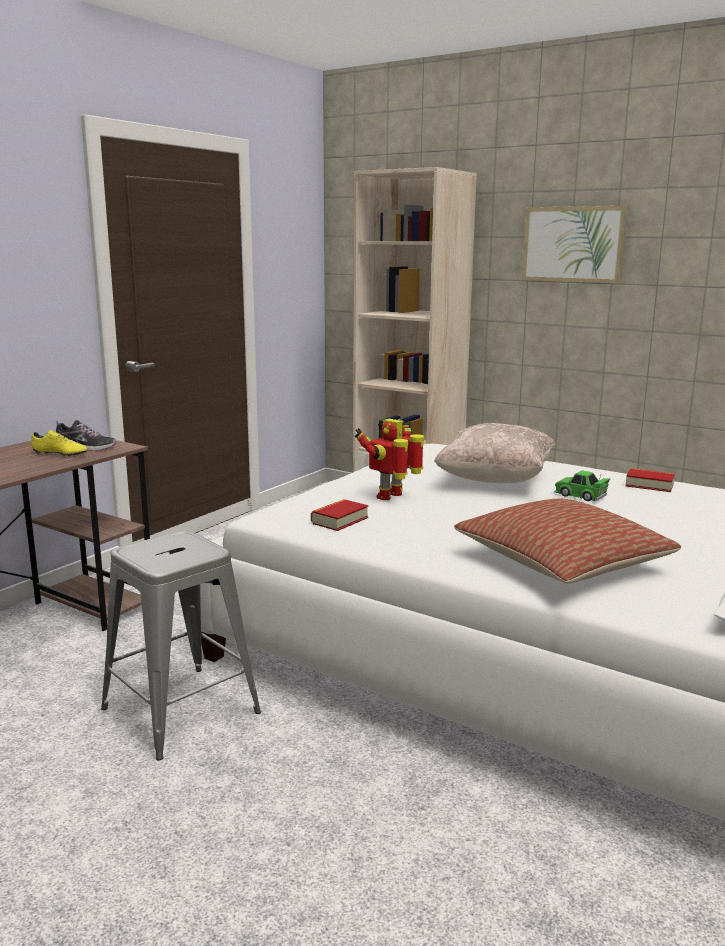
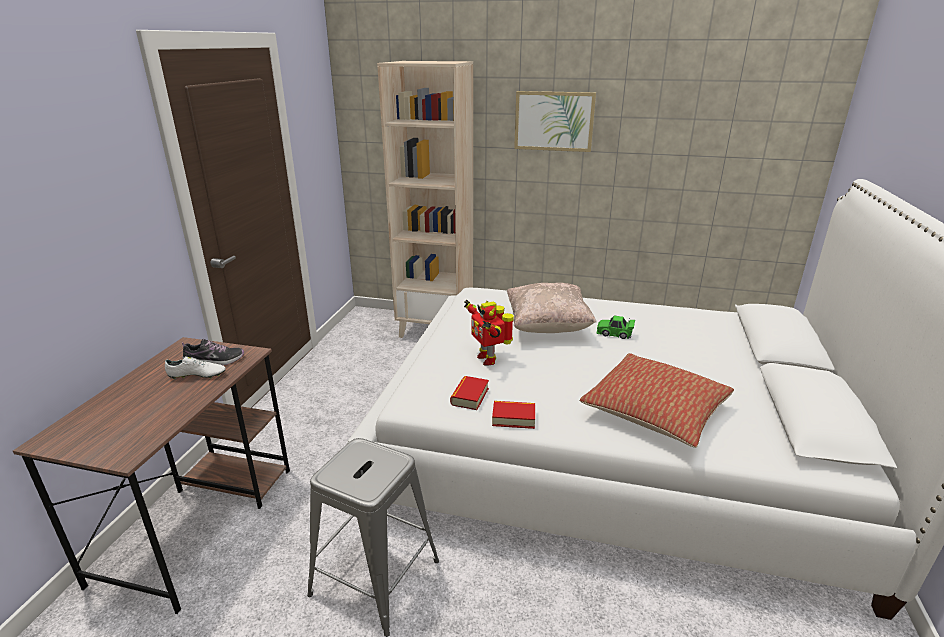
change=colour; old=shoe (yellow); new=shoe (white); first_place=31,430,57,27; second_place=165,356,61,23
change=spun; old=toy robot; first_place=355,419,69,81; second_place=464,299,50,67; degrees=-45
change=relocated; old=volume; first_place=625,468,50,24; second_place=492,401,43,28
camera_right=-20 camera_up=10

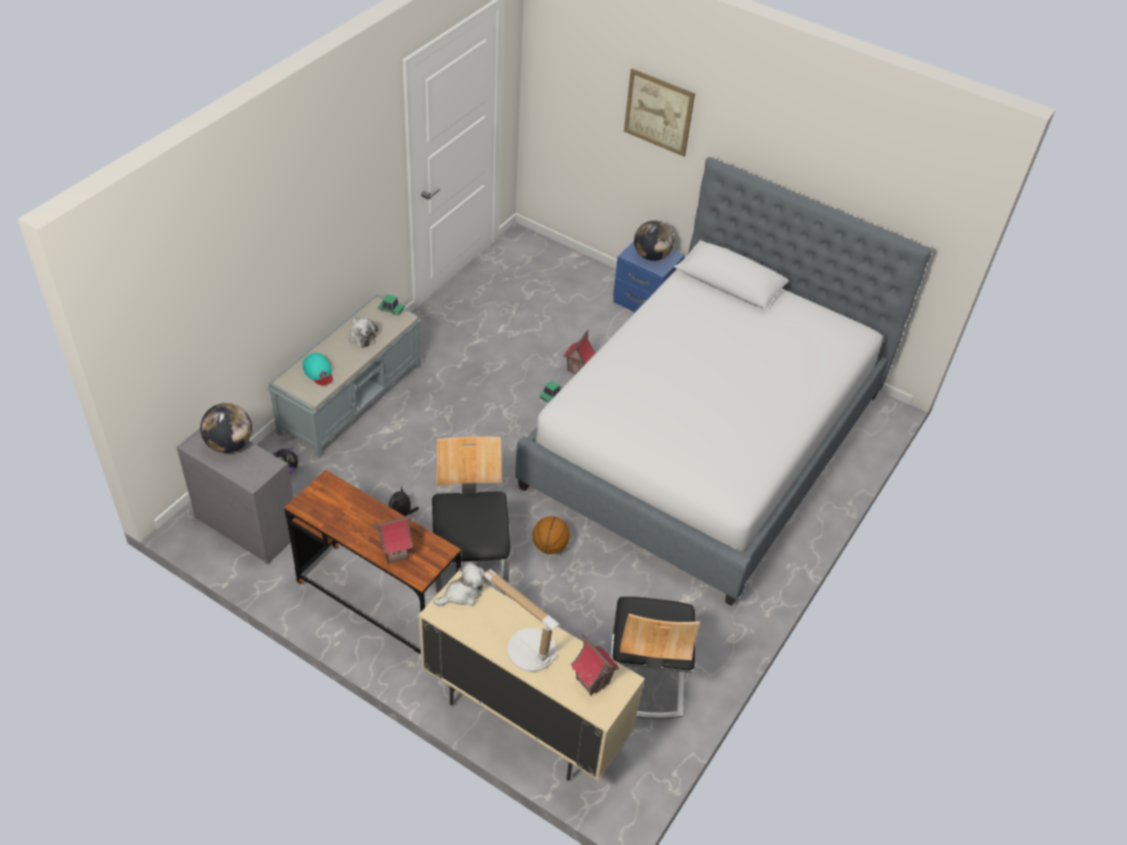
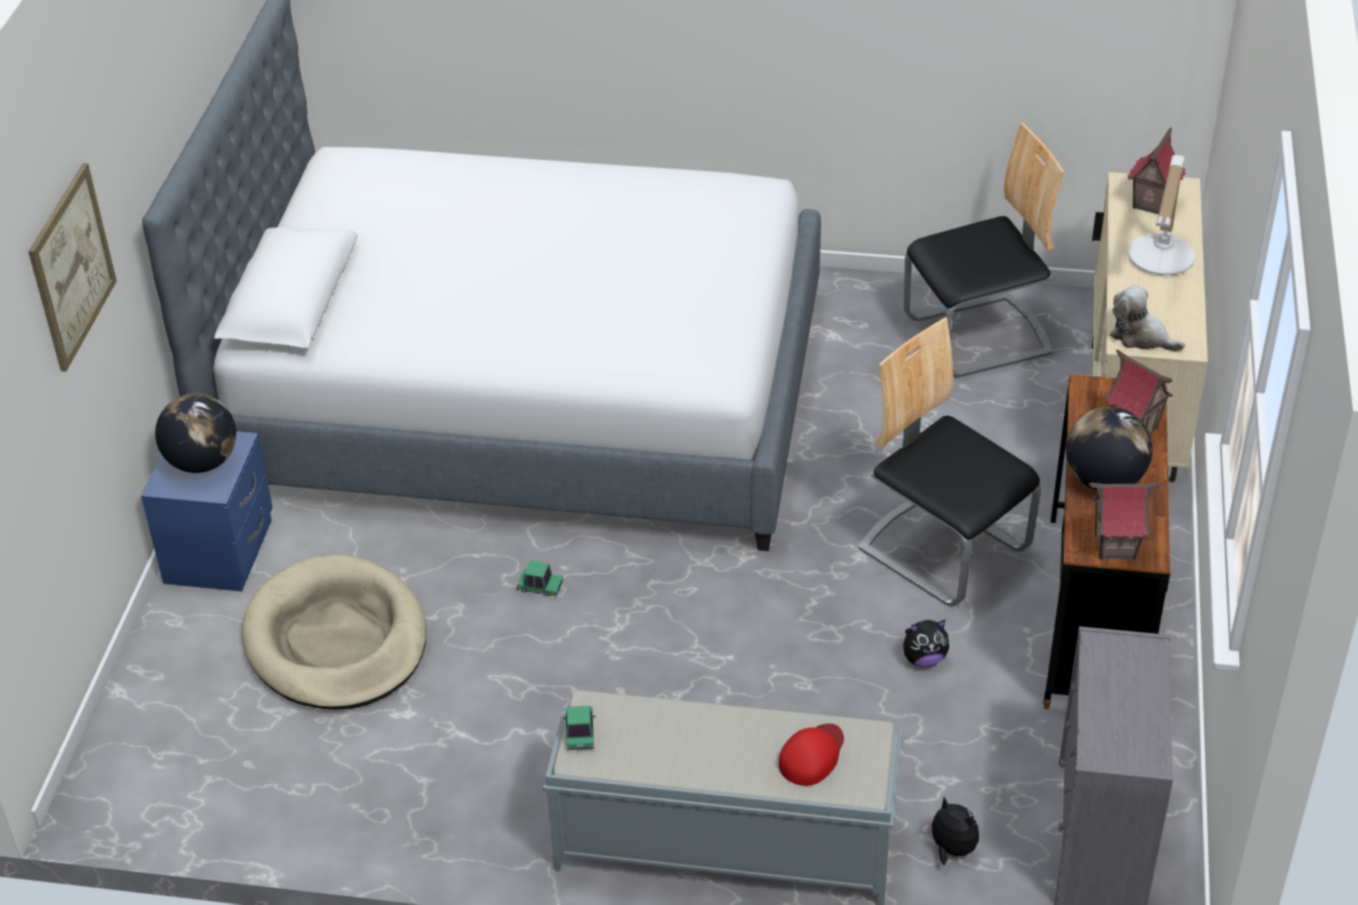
change=appeared; new=dog bed (beige); second_place=242,555,184,154
change=colour; old=cap (turquoise-coloured); new=cap (reddish); first_place=303,353,30,32; second_place=779,723,65,63
change=spun; old=upright chair; first_place=432,437,78,155; second_place=858,317,183,289; degrees=75
change=relocated; old=world globe; first_place=200,403,52,50; second_place=1066,407,87,83
change=relocated; old=toy house; first_place=564,330,32,44; second_place=1089,482,73,78
change=missing; old=cuddly toy; first_place=349,316,29,32
change=missing; old=basketball ball; first_place=533,516,37,38
camera_right=-110 camera_up=-5

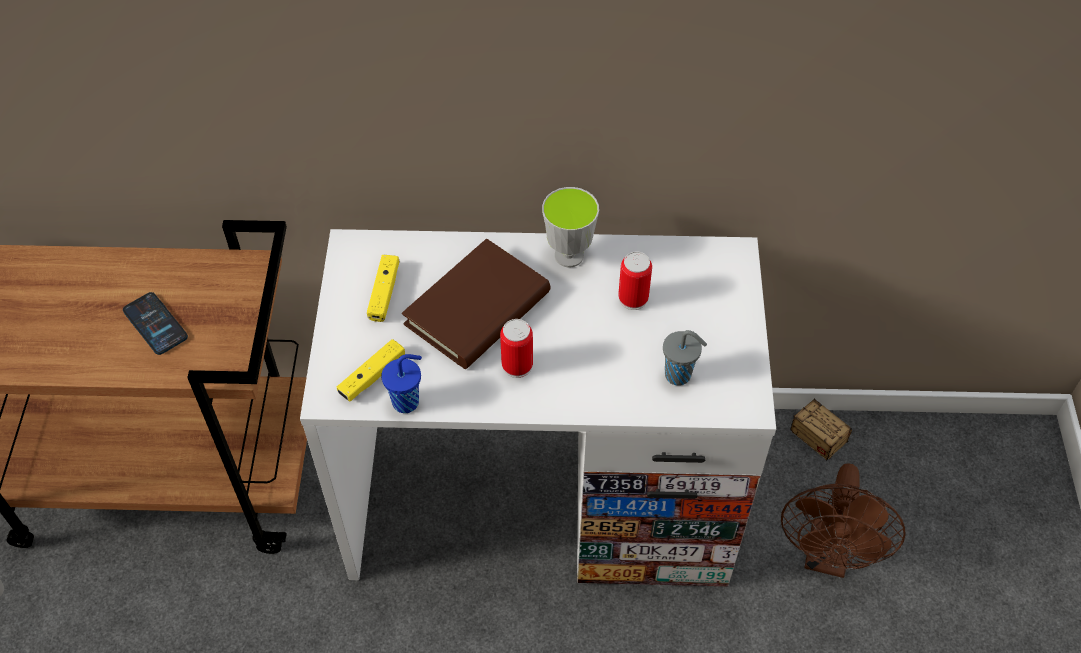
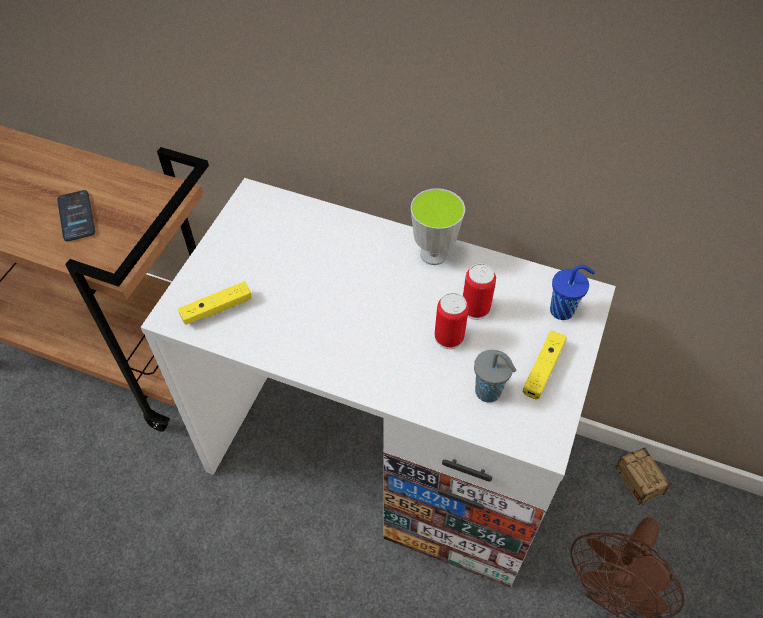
change=relocated; old=metal can; first_place=500,319,33,59; second_place=434,293,35,56
change=relocated; old=gamepad (yellow); first_place=367,255,33,67; second_place=523,331,44,68
change=relocated; old=small cup (blue-coloured); first_place=381,354,41,59; second_place=550,265,45,55
change=missing; old=volume (brown); first_place=402,239,148,130
camera_right=20 camera_up=0

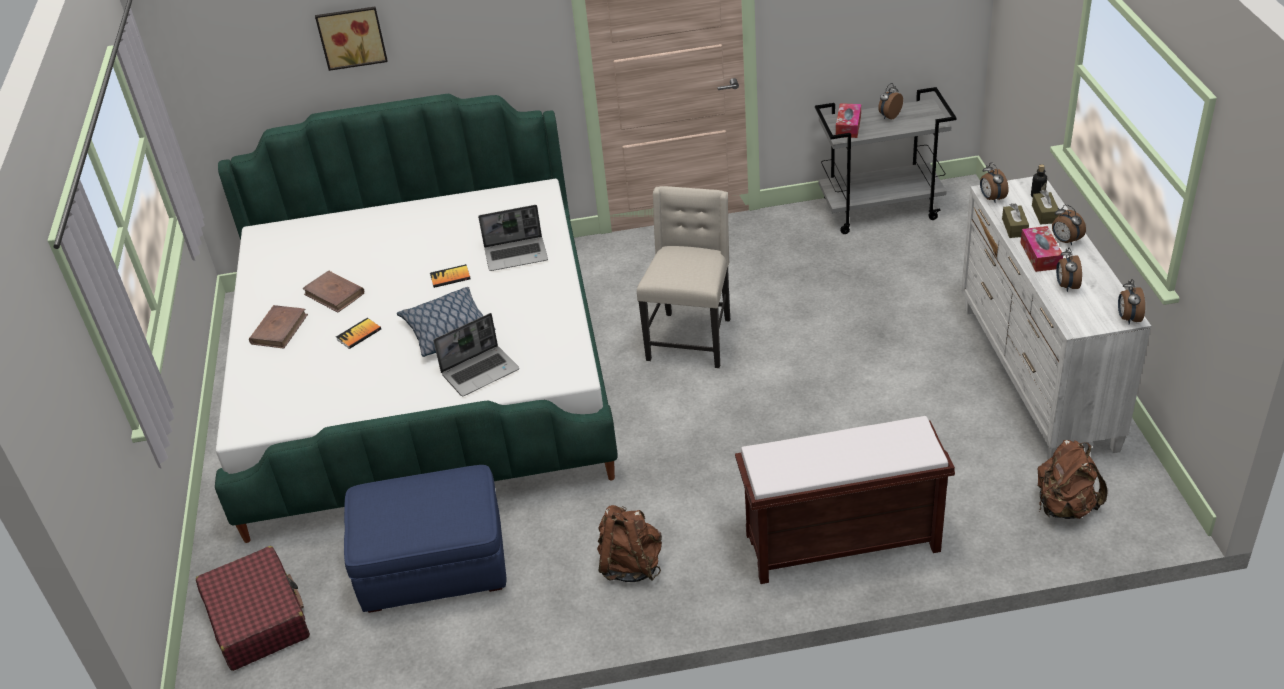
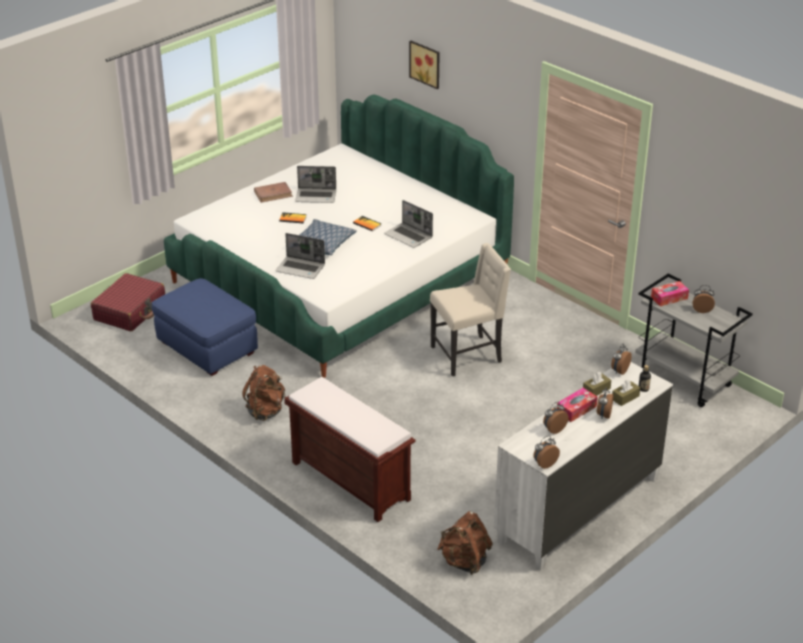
change=exchanged; old=volume (brown); new=portable computer; first_place=302,271,62,42; second_place=295,166,41,37
camera_right=50 camera_up=-5

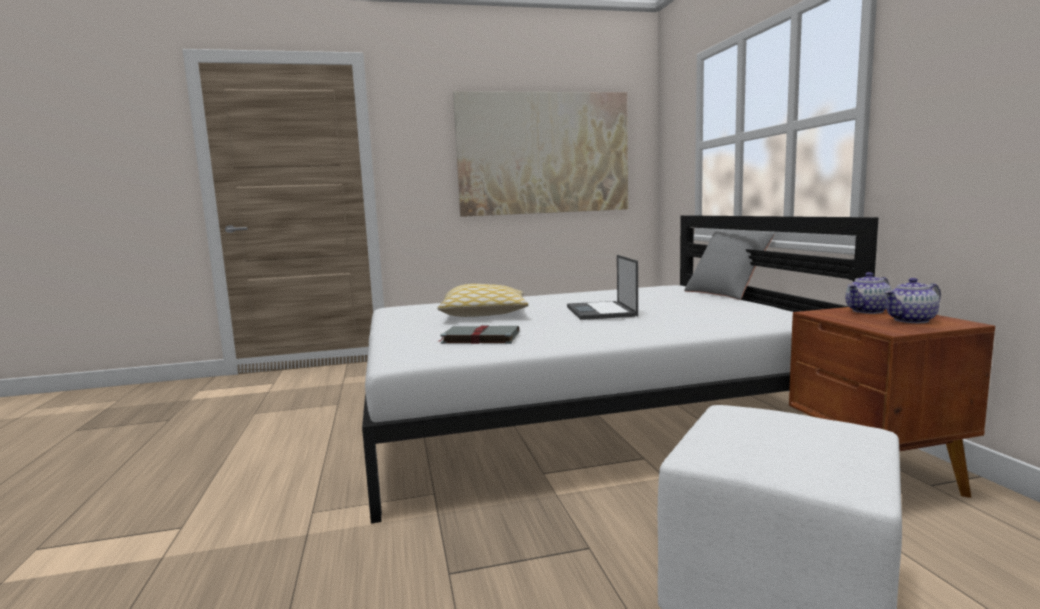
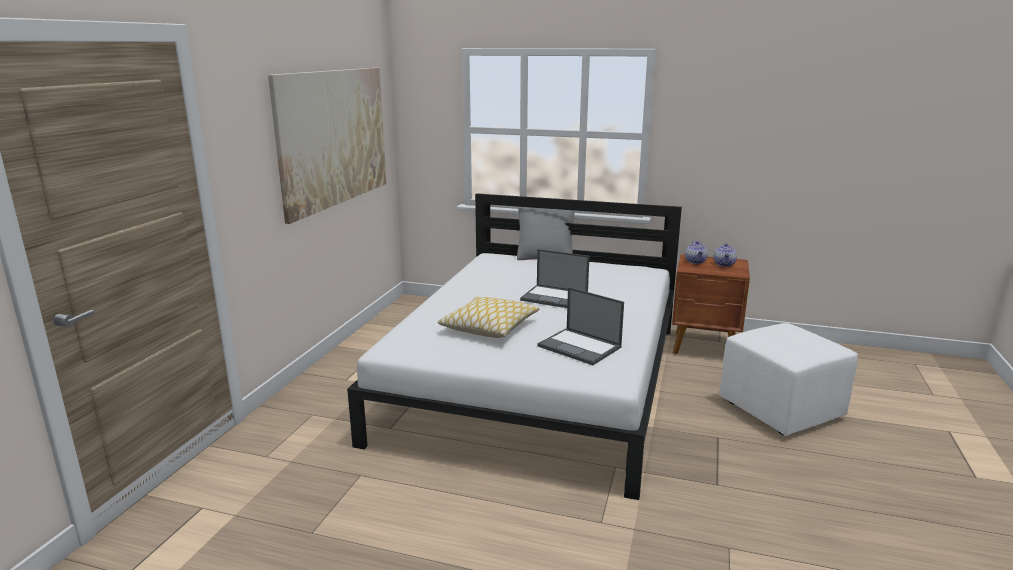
change=exchanged; old=volume (greyish); new=portable computer; first_place=437,326,82,18; second_place=537,287,87,78
camera_right=-60 camera_up=10

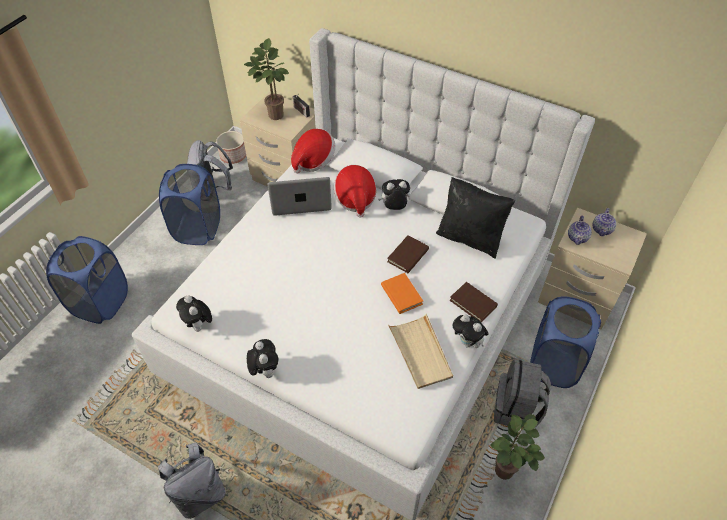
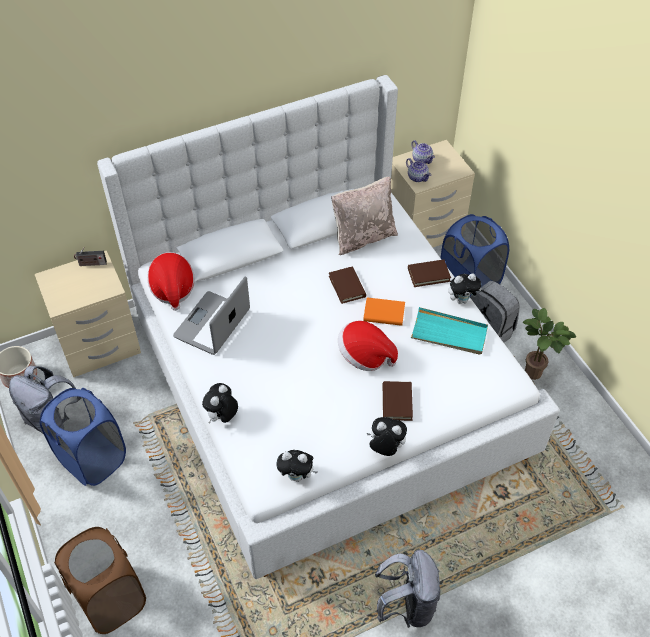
change=colour; old=washing basket (blue-coloured); new=washing basket (brown); first_place=46,236,82,88; second_place=54,527,92,107
change=relocated; old=cuddly toy; first_place=378,179,32,31; second_place=202,383,36,41
change=colour; old=cushion (black); new=cushion (beige); first_place=436,177,79,82; second_place=331,176,67,79
change=relocated; old=hat; first_place=334,165,42,53; second_place=338,321,60,50
change=appeared; new=volume (brown); second_place=383,381,30,40
change=colour; old=tray (beige); new=tray (turquoise-coloured); first_place=388,314,65,75; second_place=411,307,77,48
change=missing; old=plant in a pot; first_place=244,38,45,82
camera_right=-55 camera_up=0

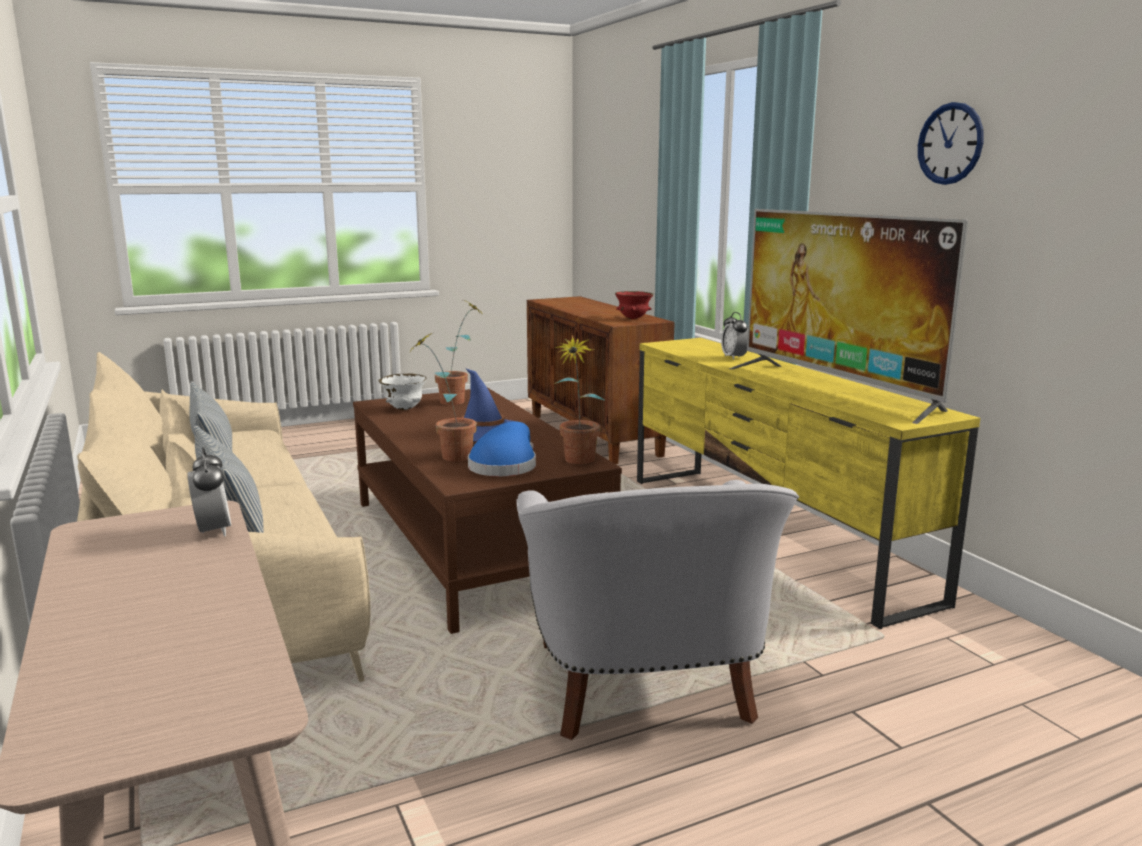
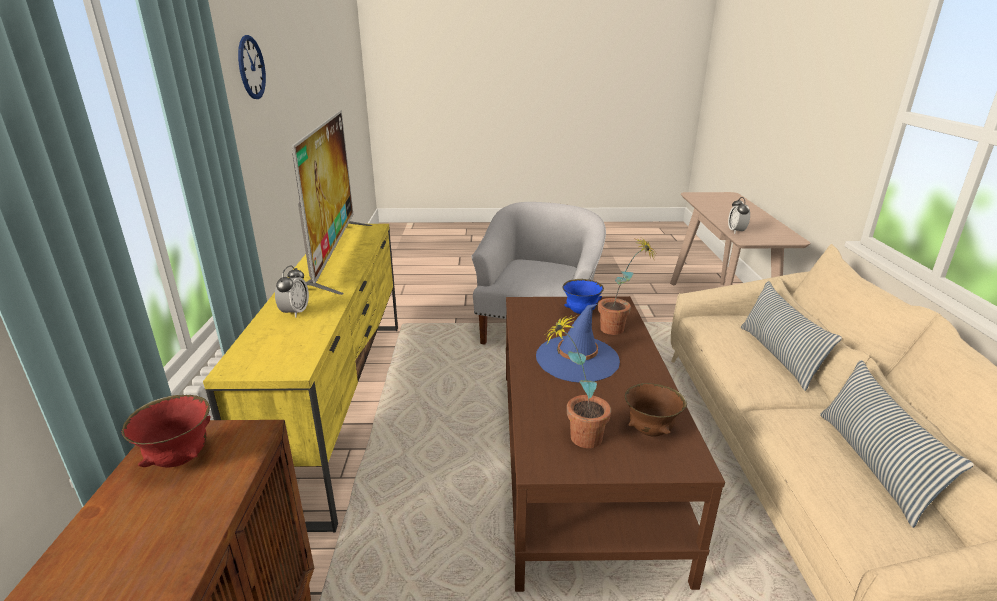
change=exchanged; old=hat (blue-coloured); new=bowl (blue-coloured); first_place=468,421,68,55; second_place=562,279,42,35
change=colour; old=bowl (white); new=bowl (brown); first_place=379,373,48,37; second_place=625,383,62,54
change=missing; old=plant in a pot; first_place=554,335,51,129
camera_right=-155 camera_up=10

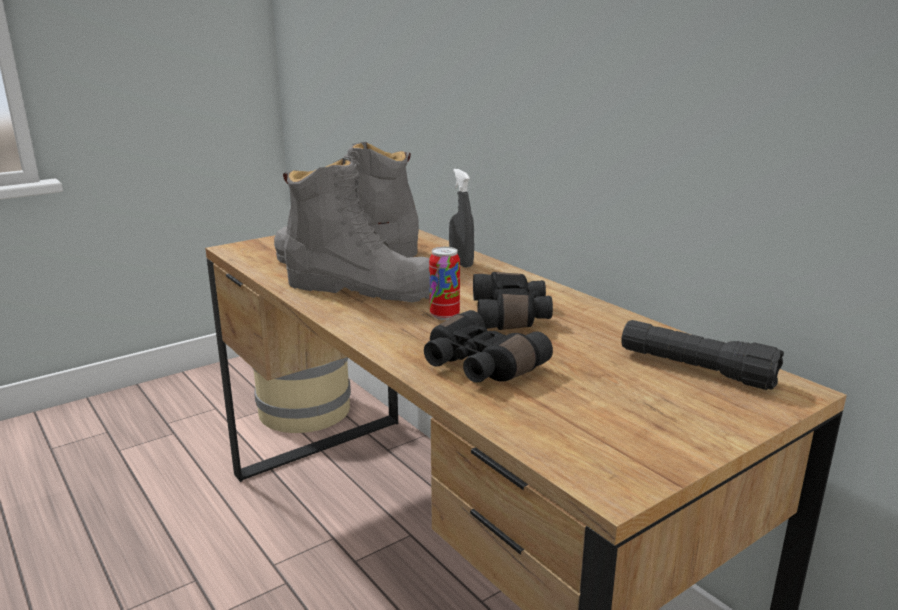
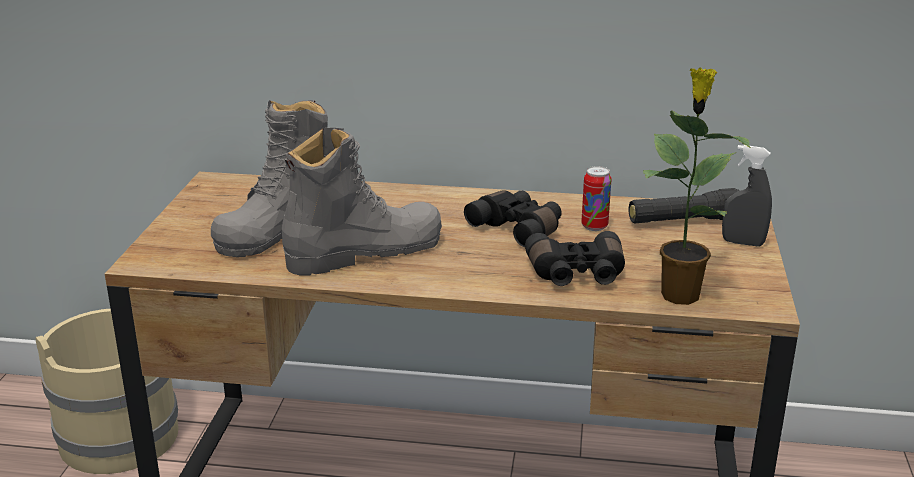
change=relocated; old=metal can; first_place=429,247,31,73; second_place=581,166,31,65
change=appeared; new=plant in a pot; second_place=643,67,108,238
change=relocated; old=spray bottle (greyish); first_place=449,169,25,99; second_place=722,145,50,101
camera_right=-45 camera_up=5

